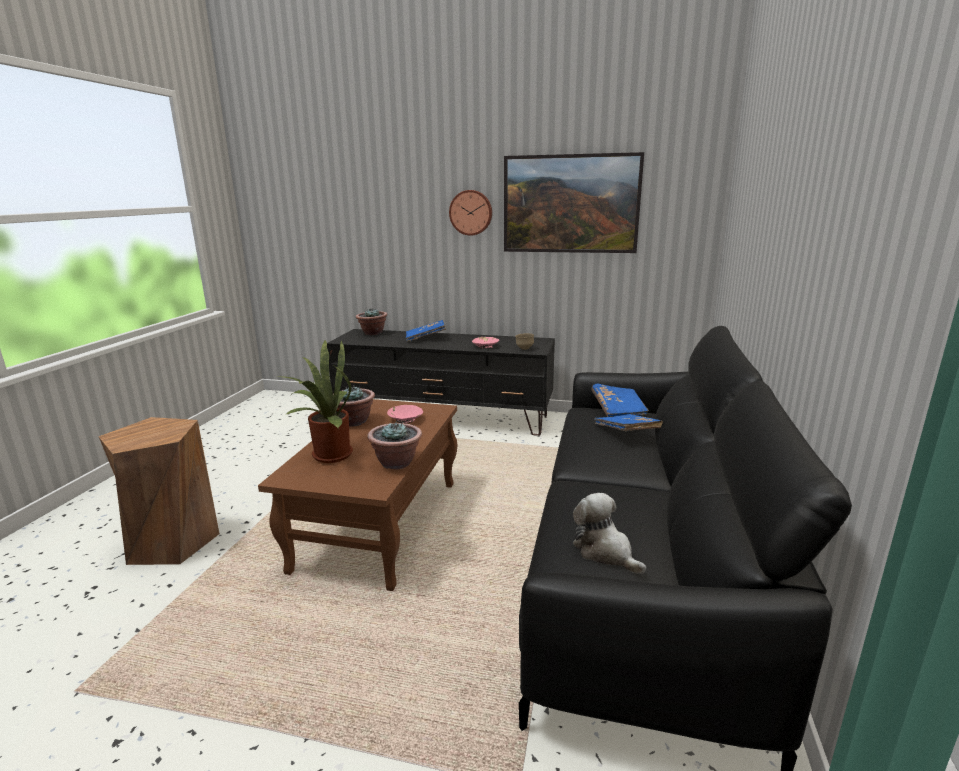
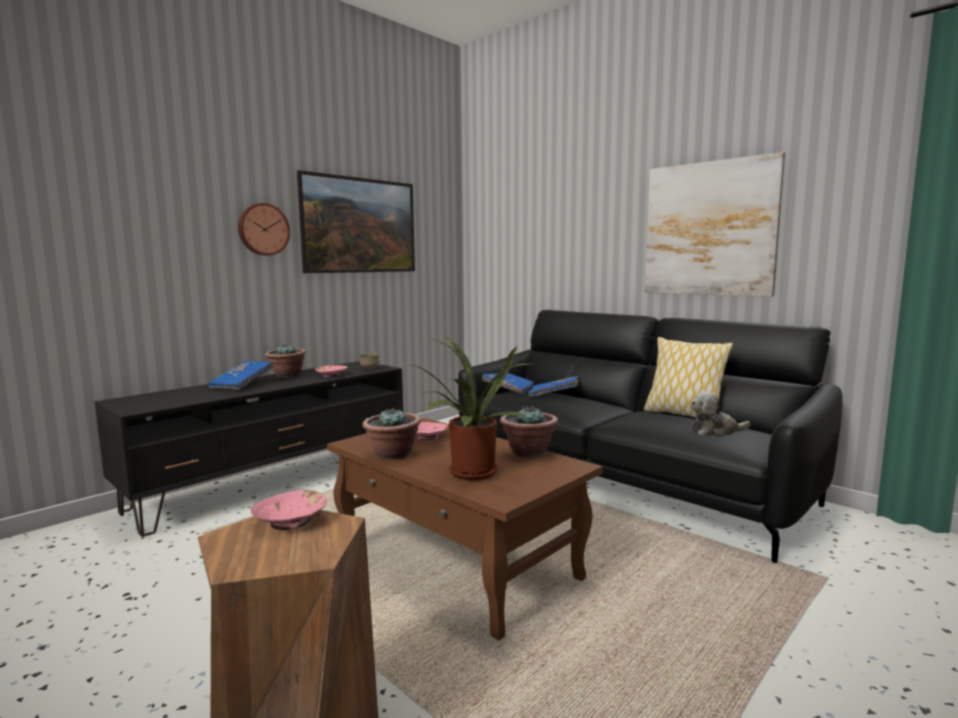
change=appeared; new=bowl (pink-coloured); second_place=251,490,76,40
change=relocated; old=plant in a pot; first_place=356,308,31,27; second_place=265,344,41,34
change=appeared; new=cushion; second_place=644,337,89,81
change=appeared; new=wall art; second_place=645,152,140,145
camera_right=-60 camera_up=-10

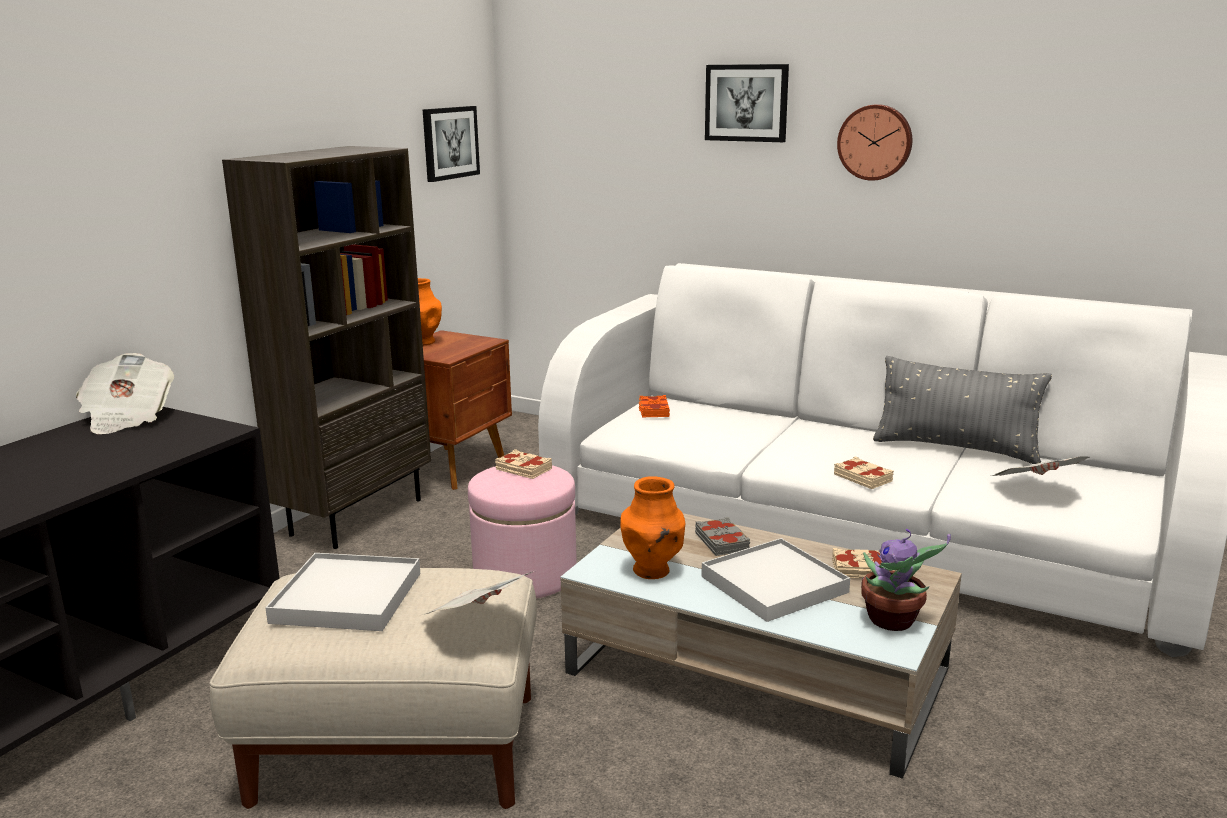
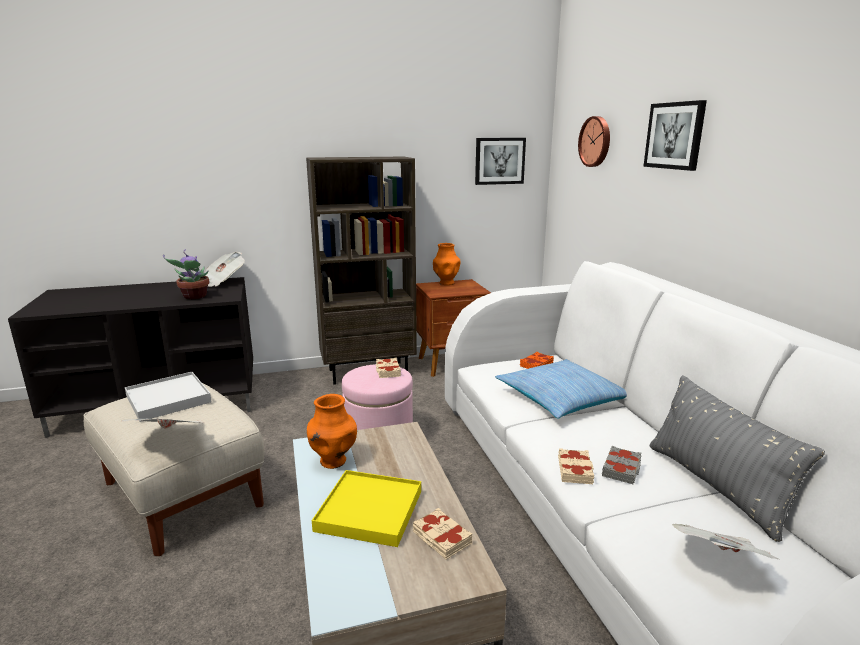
change=relocated; old=plant in a pot; first_place=861,529,90,102; second_place=163,249,46,50
change=colour; old=tray (white); new=tray (yellow); first_place=702,538,148,84; second_place=312,470,109,77
change=appeared; new=cushion; second_place=495,359,132,60
change=relocated; old=clock on the wall; first_place=837,104,75,77; second_place=578,116,32,51
change=relocated; old=volume (greyish); first_place=695,517,55,39; second_place=602,446,39,38
camera_right=45 camera_up=0

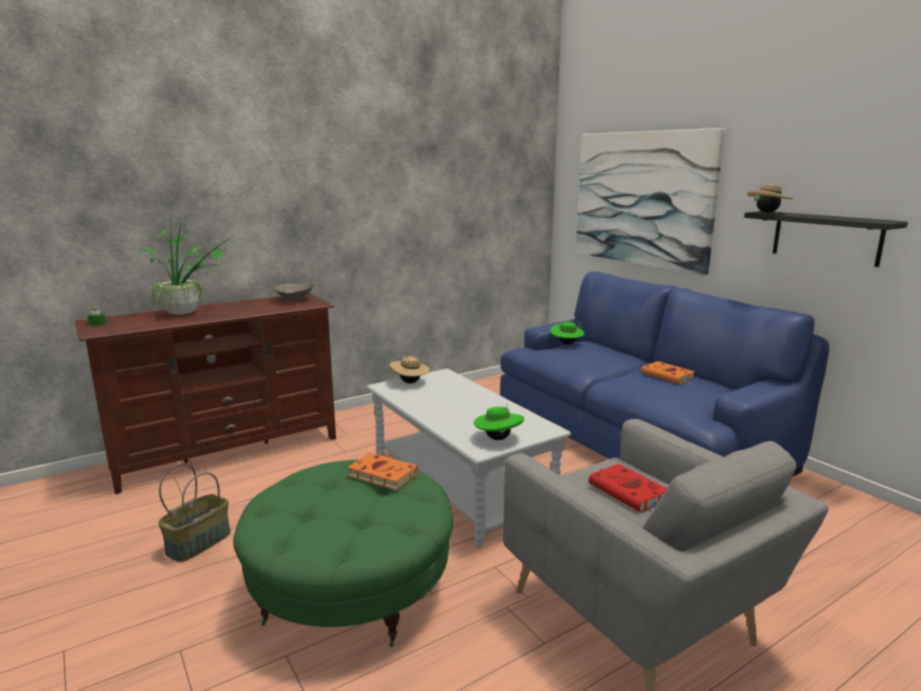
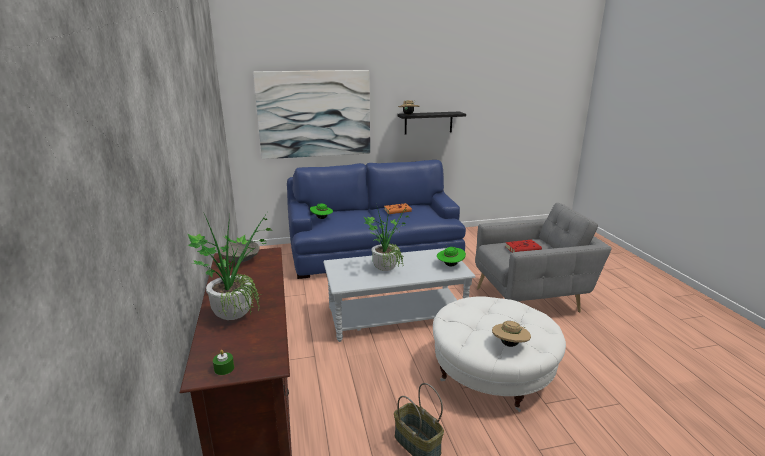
change=appeared; new=plant in a pot; second_place=363,207,45,64
change=colour; old=ottoman (green); new=ottoman (white); first_place=233,459,220,188; second_place=433,296,133,116
change=relocated; old=hat (beige); first_place=390,356,40,27; second_place=492,321,39,26
change=missing; old=volume (orangey); first_place=347,453,71,38
camera_right=-70 camera_up=5

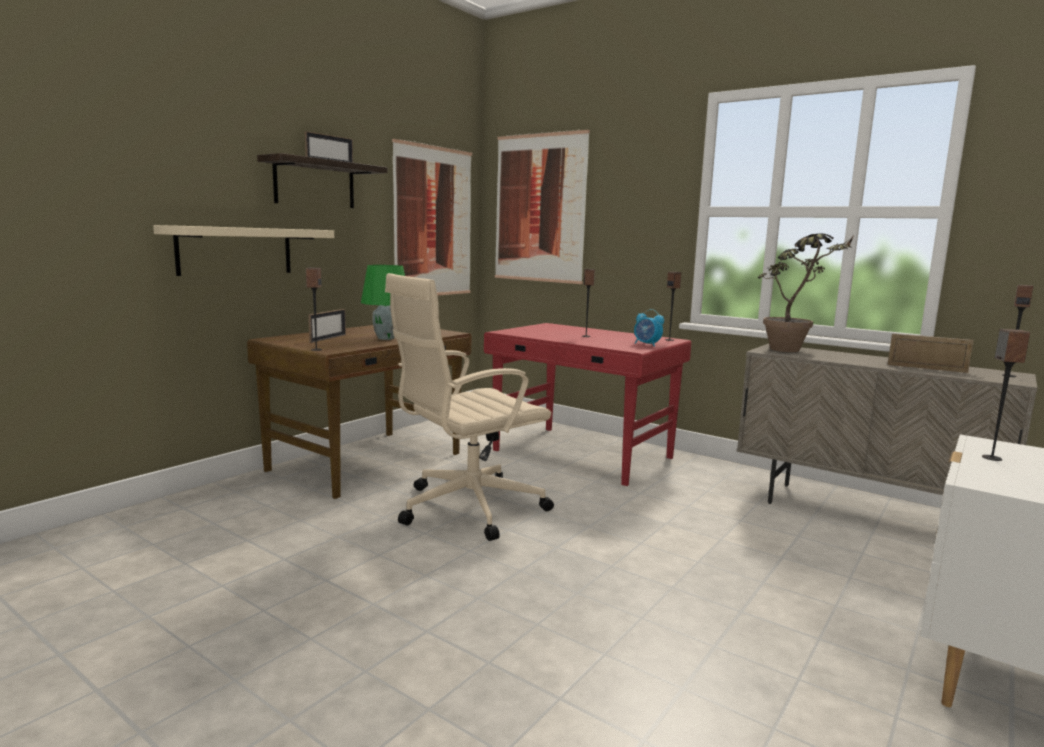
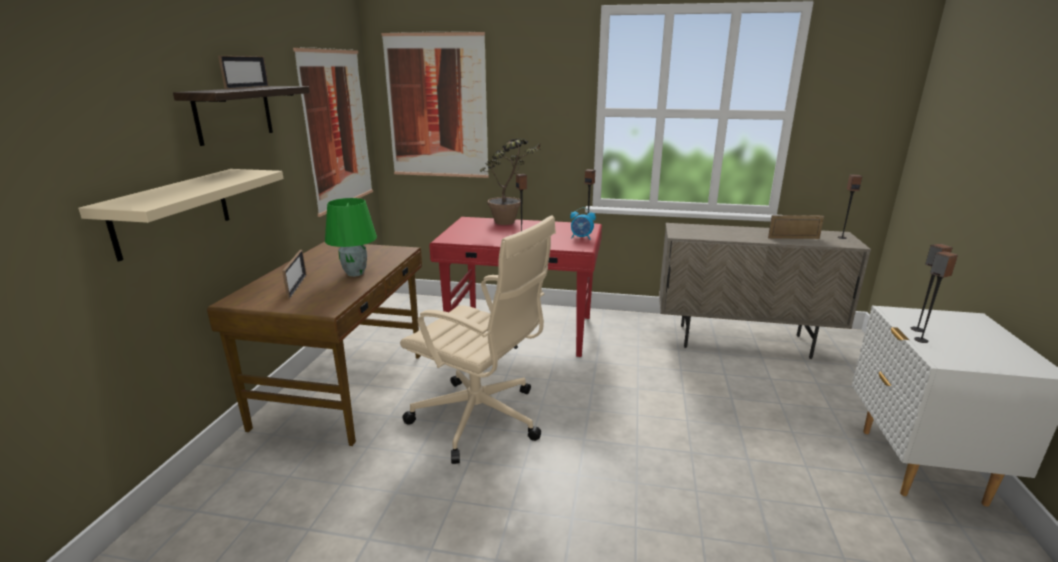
change=spun; old=office chair (beige); first_place=385,273,169,268; second_place=400,216,156,248; degrees=-90
change=relocated; old=plant in a pot; first_place=758,234,96,118; second_place=480,139,61,86
change=relocated; old=speaker; first_place=306,267,16,84; second_place=914,251,44,92
camera_right=-25 camera_up=10

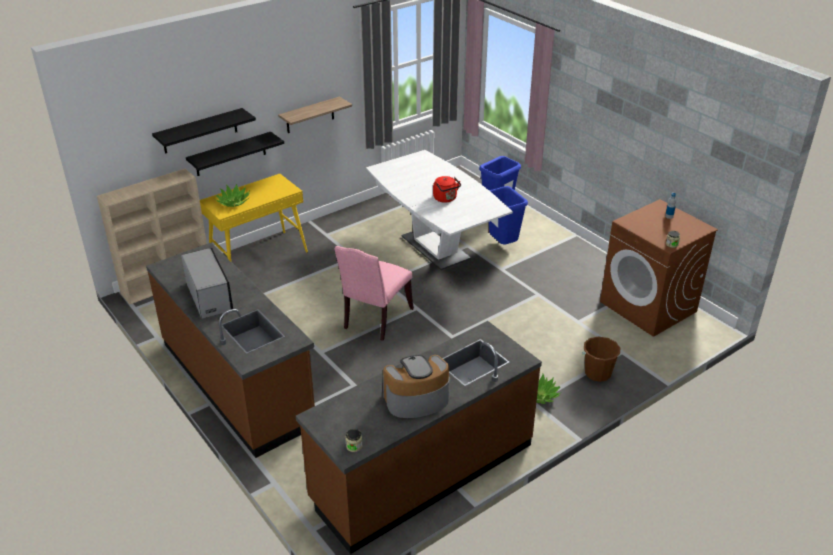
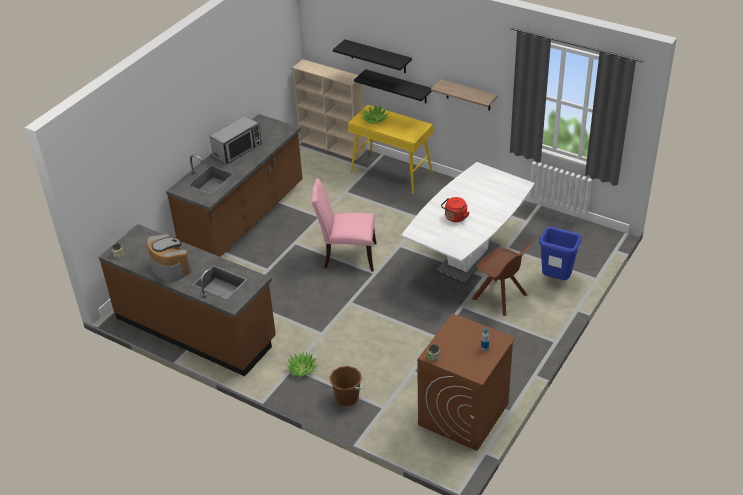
change=exchanged; old=trash can (blue-coloured); new=upright chair (brown); first_place=489,186,39,58; second_place=472,243,60,73
camera_right=70 camera_up=5

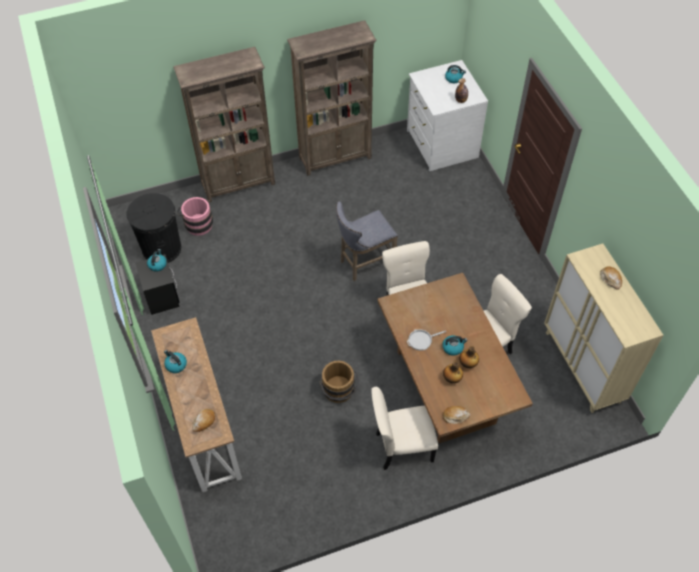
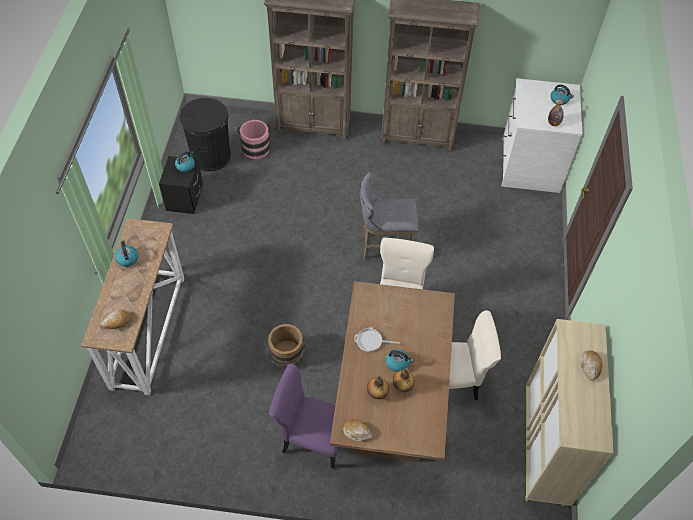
change=colour; old=upright chair (beige); new=upright chair (purplish); first_place=371,387,67,83; second_place=269,364,70,105
camera_right=25 camera_up=0

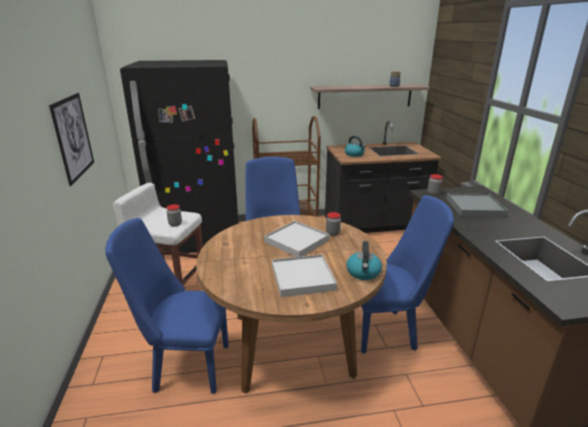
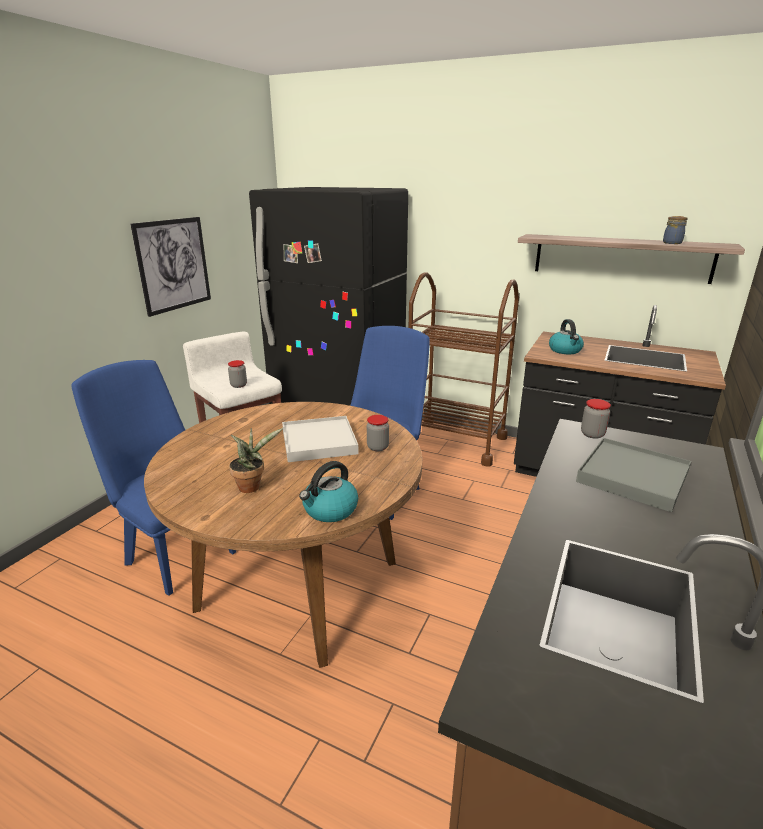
change=exchanged; old=tray (white); new=plant in a pot; first_place=272,254,65,43; second_place=229,428,54,65
change=missing; old=upright chair (blue-coloured); first_place=361,195,93,159
camera_right=35 camera_up=0

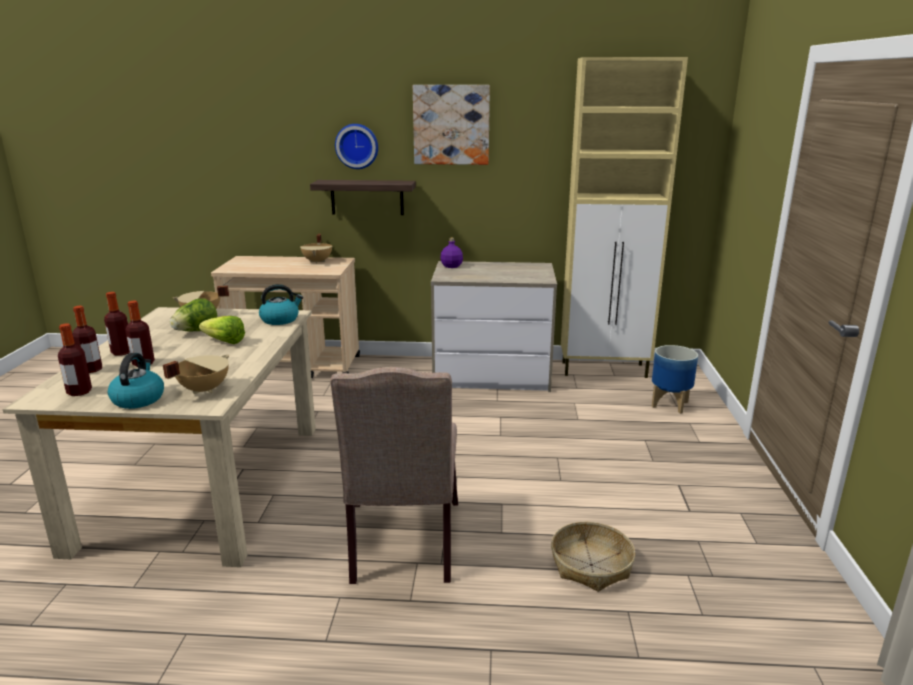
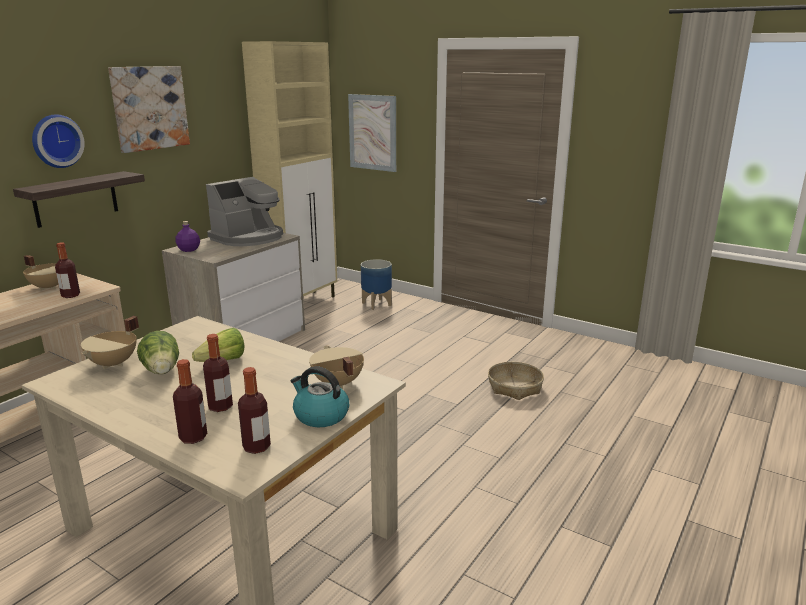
change=relocated; old=beverage bottle; first_place=104,292,26,64; second_place=55,242,25,56
change=appeared; new=coffee maker; second_place=206,177,77,69
change=appeared; new=wall art; second_place=348,94,48,78
change=missing; old=kettle; first_place=259,284,44,41
change=missing; old=upright chair (beige); first_place=330,367,128,217
camera_right=-60 camera_up=0

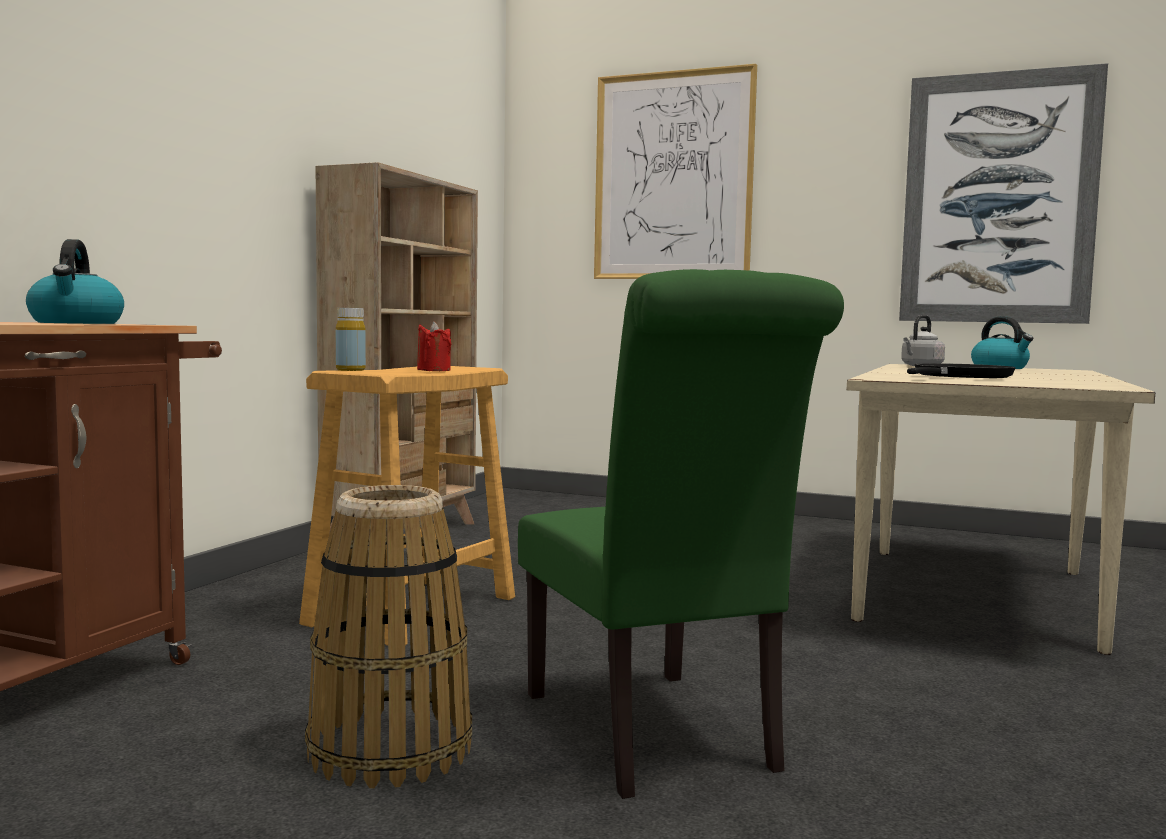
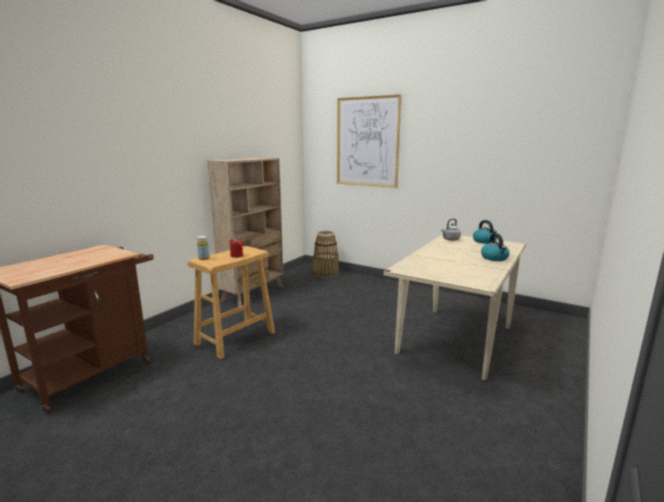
change=relocated; old=basket; first_place=305,485,167,303; second_place=312,231,27,48
change=relocated; old=kettle; first_place=26,239,98,85; second_place=481,233,29,28
change=missing; old=upright chair (green); first_place=518,269,326,530
change=missing; old=wall art; first_place=899,63,209,261
change=missing; old=pan (black); first_place=907,363,109,15
camera_right=10 camera_up=10

